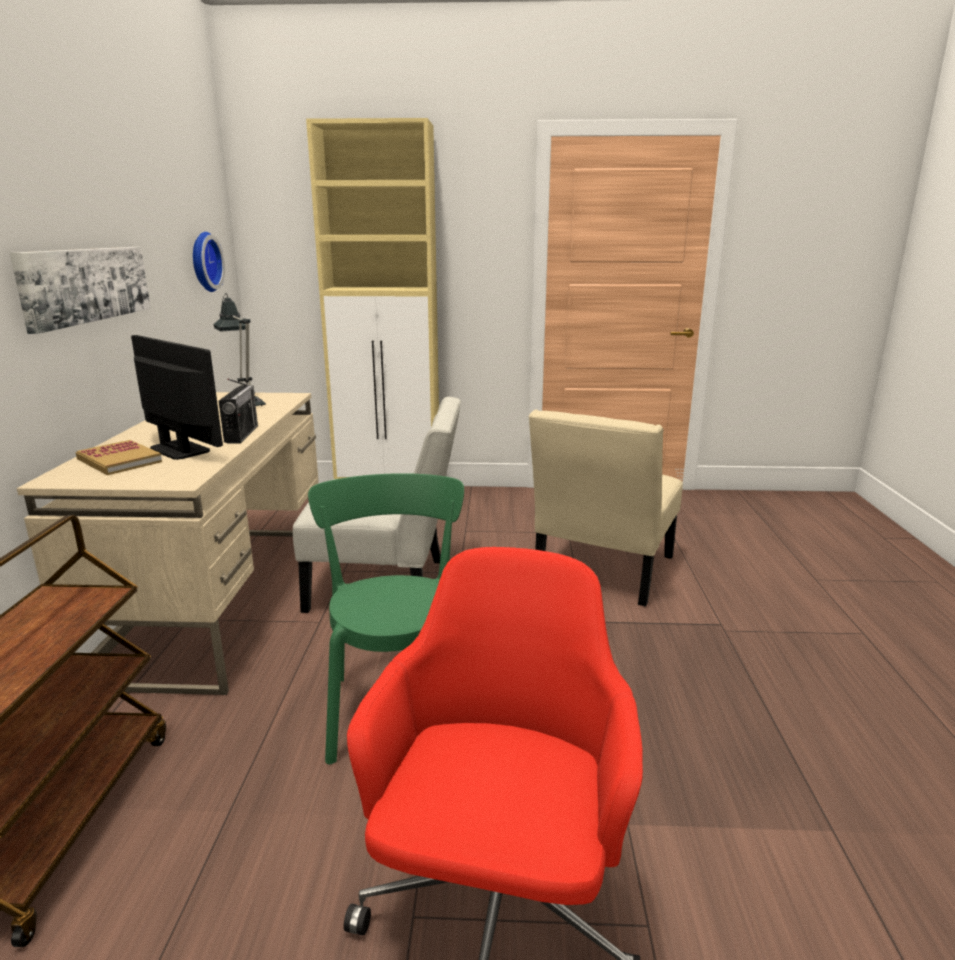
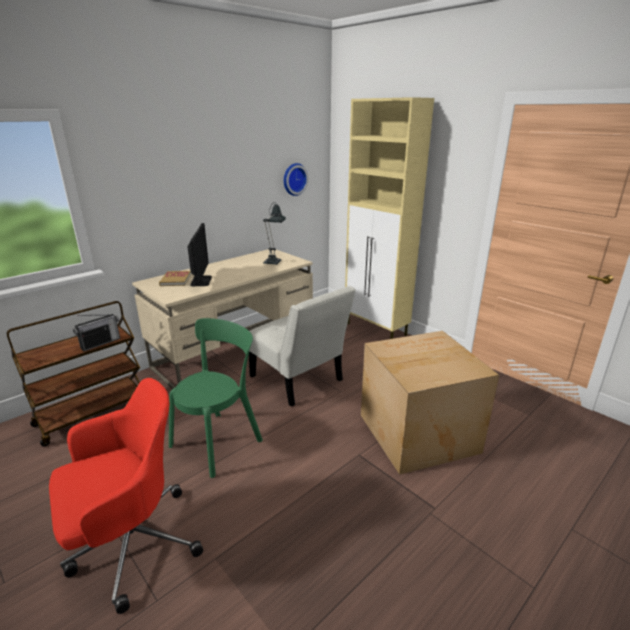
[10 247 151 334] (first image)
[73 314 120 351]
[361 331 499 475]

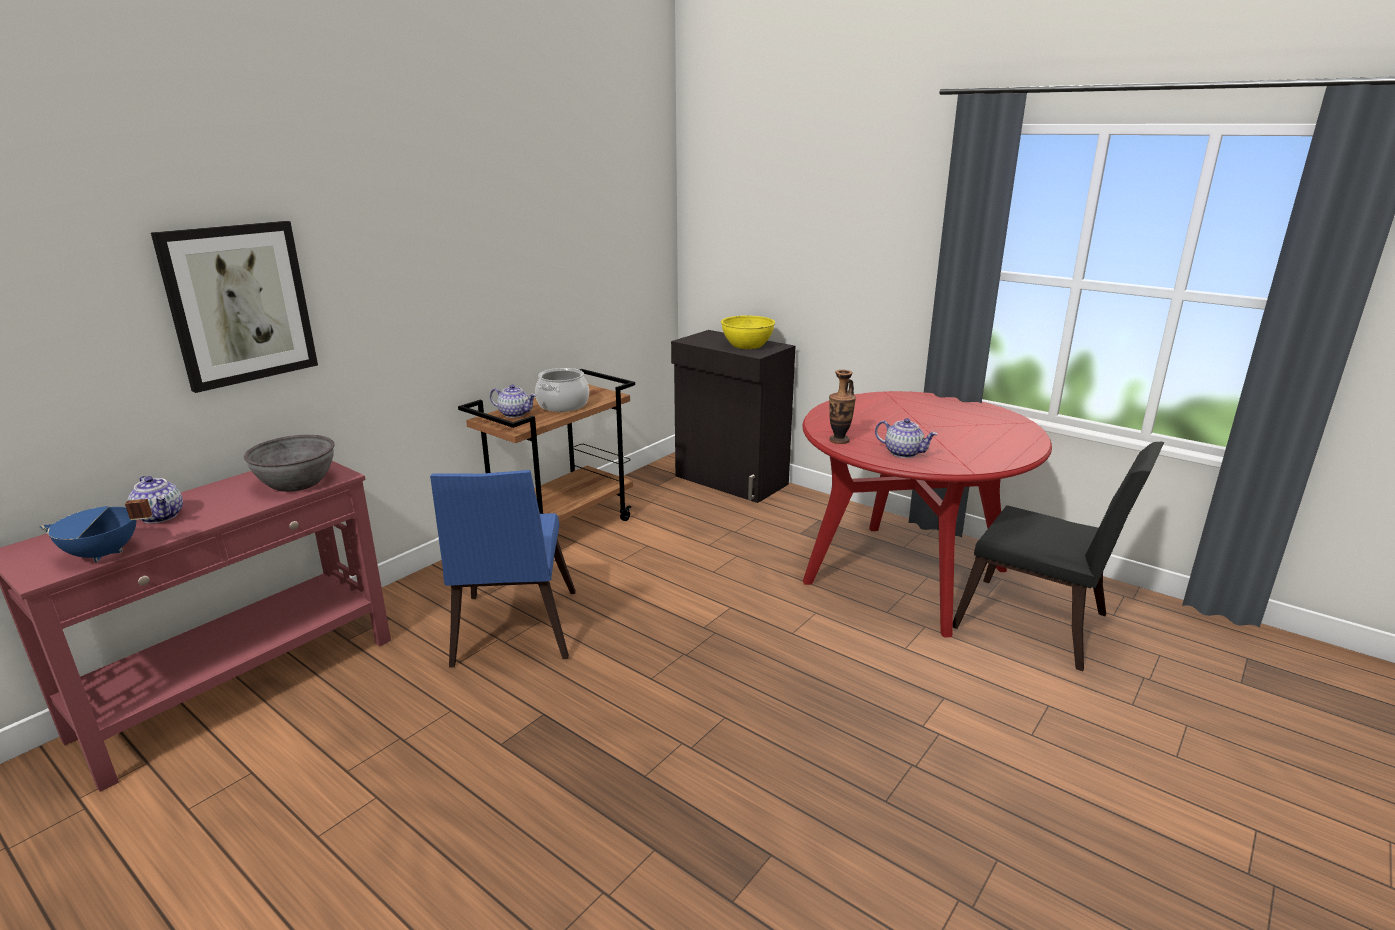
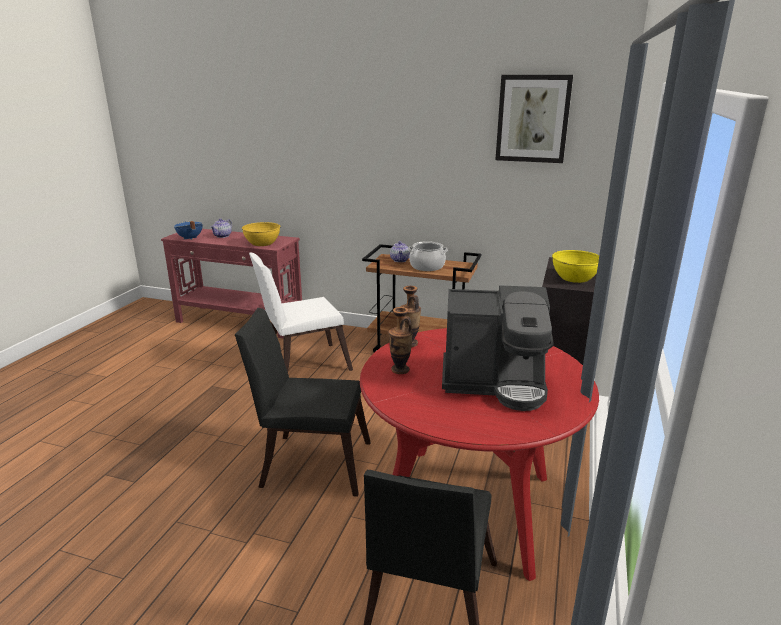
[495 75 573 163]
[388 307 413 374]
[242 222 281 246]
[249 253 353 372]
[442 286 554 411]
[235 308 371 497]

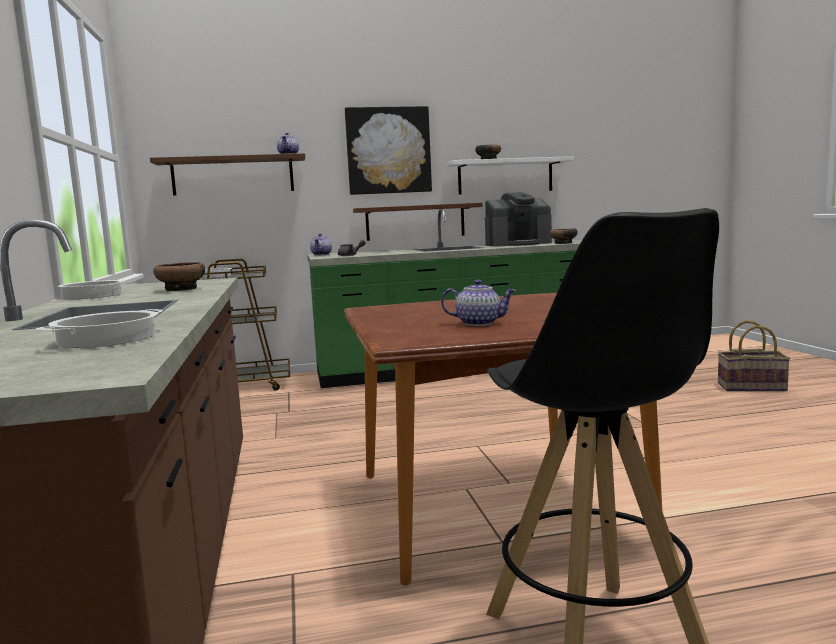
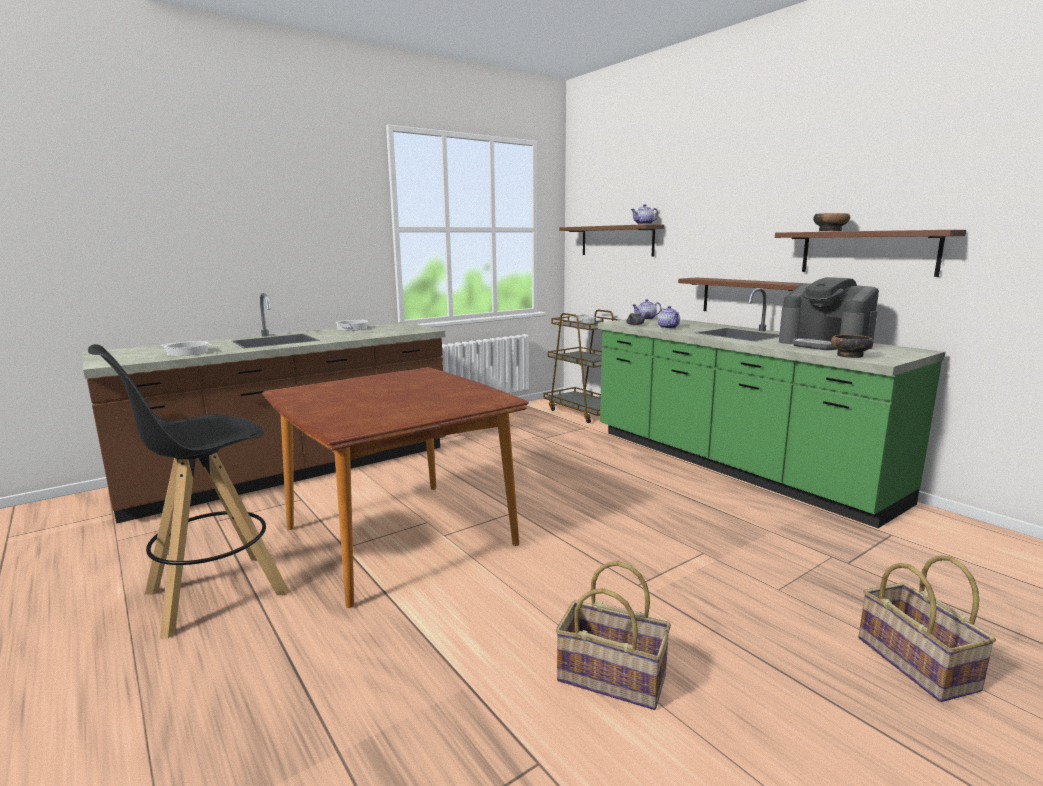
[345 106 432 195] (first image)
[775 230 966 277]
[153 262 205 291] (first image)
[657 306 680 329]
[555 561 671 710]

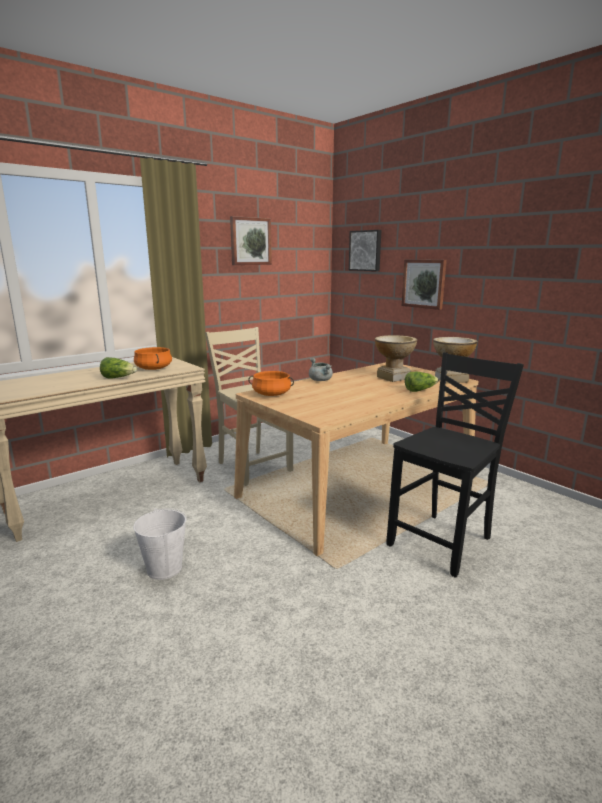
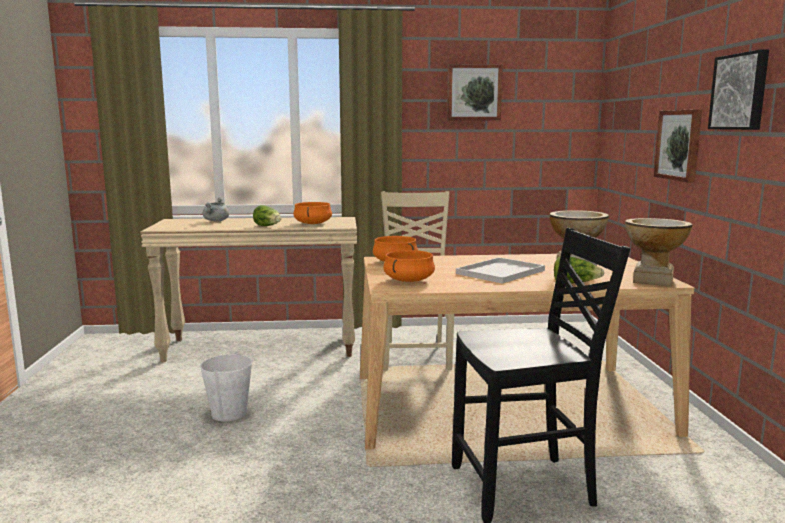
[708 49 769 130]
[203 198 229 222]
[384 250 435 282]
[456 257 545 284]

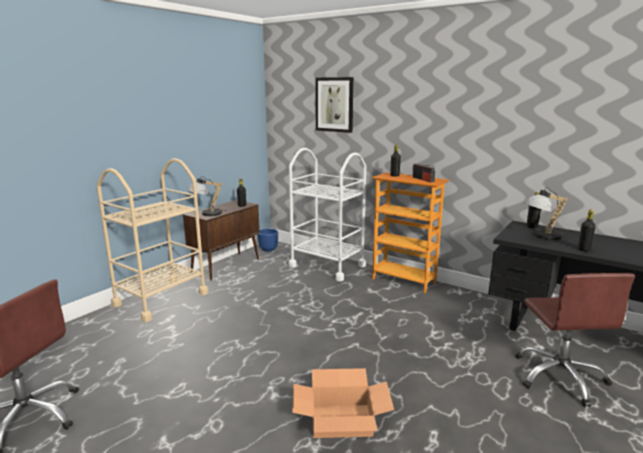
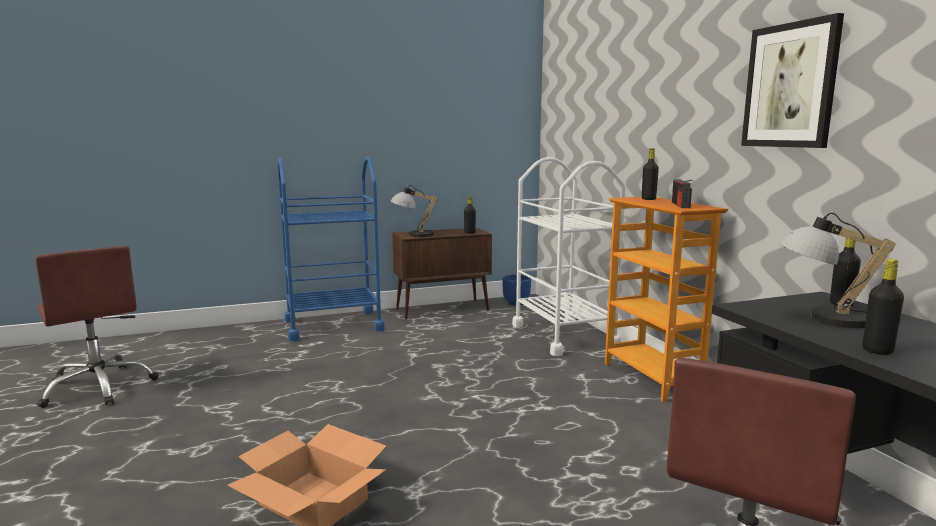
[741 13 844 148]
[278 157 385 341]

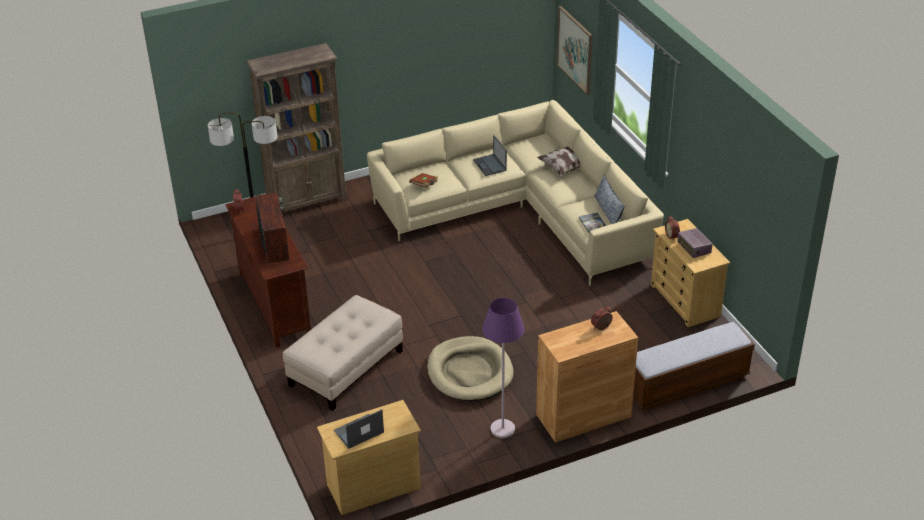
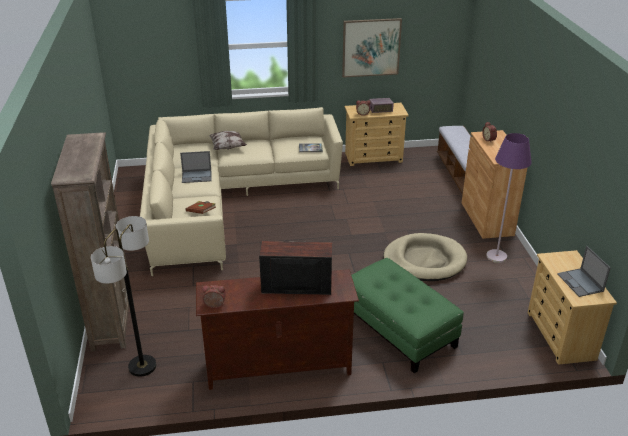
[342 18 402 78]
[594 175 625 224] (first image)
[351 258 464 373]

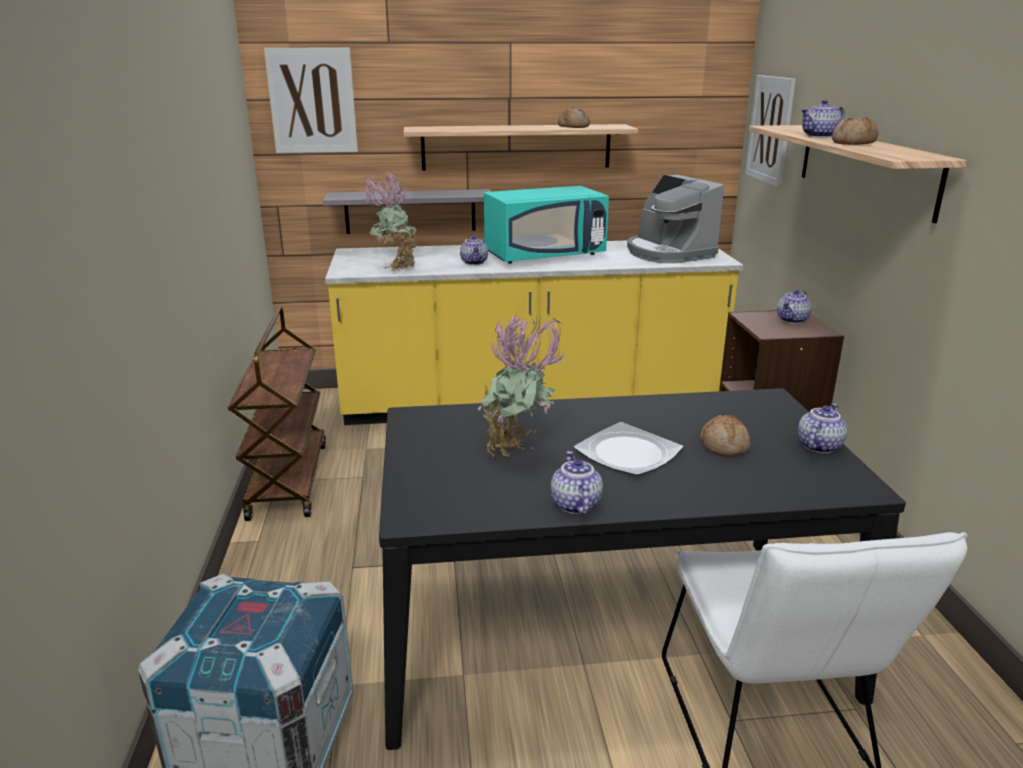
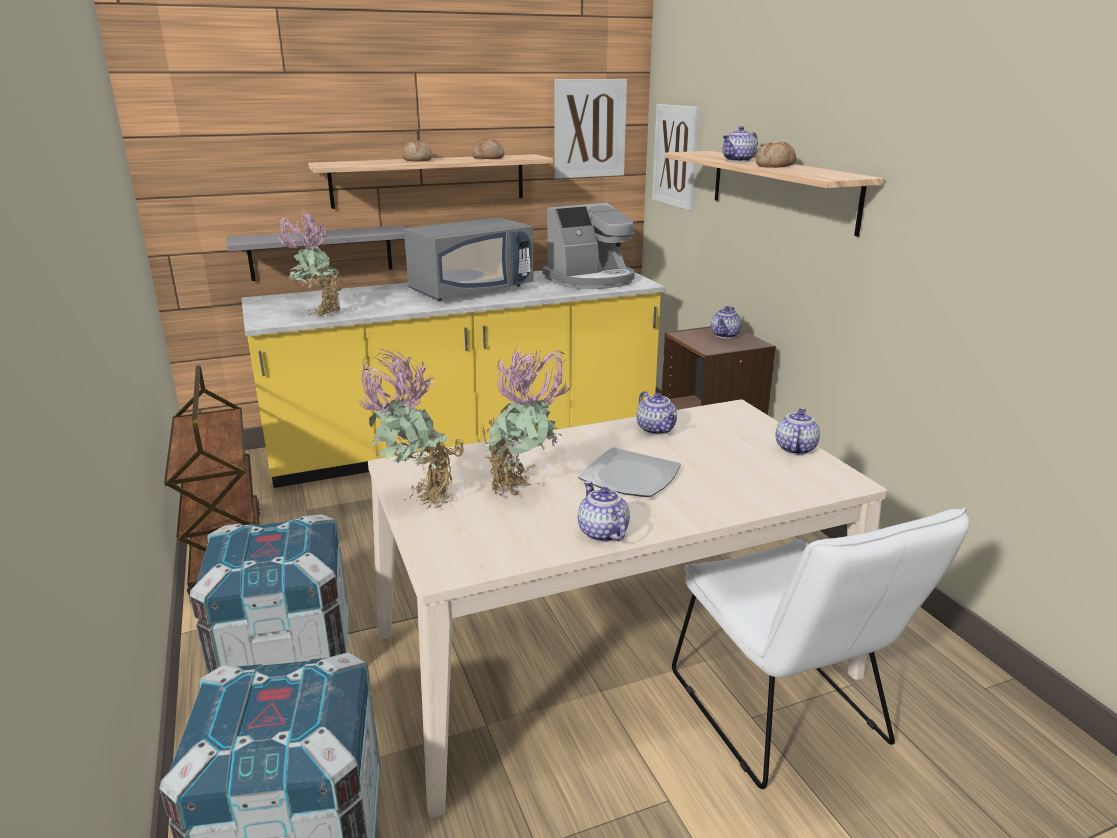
[554 79 627 179]
[543 203 635 289]
[404 218 534 301]
[636 391 677 435]
[368 399 887 817]
[403 140 433 162]
[355 349 466 509]
[190 514 349 674]

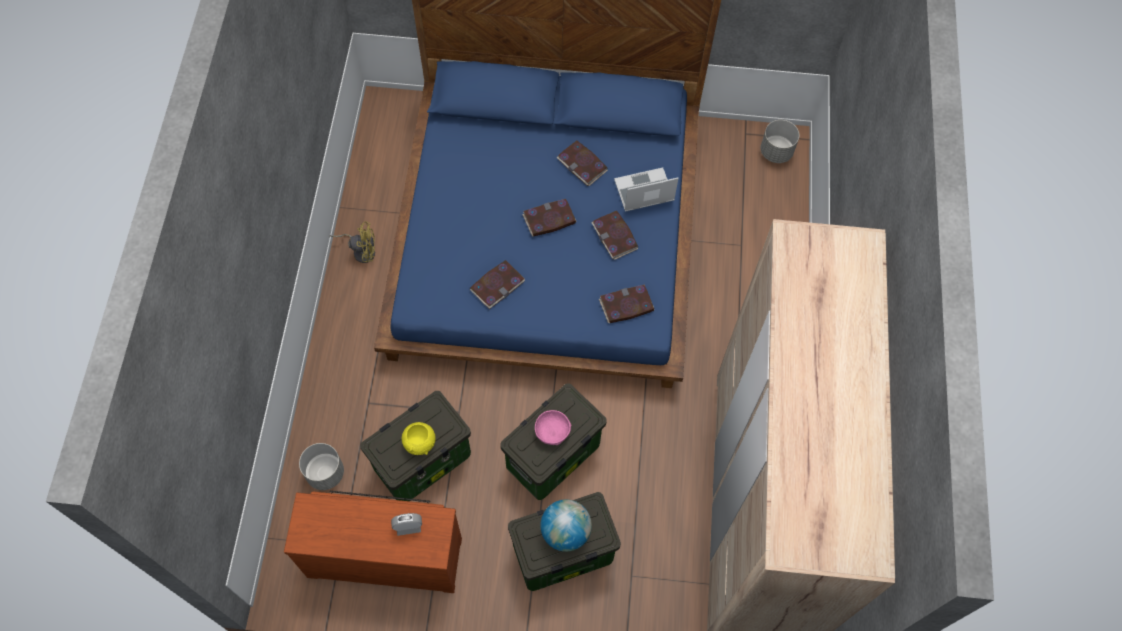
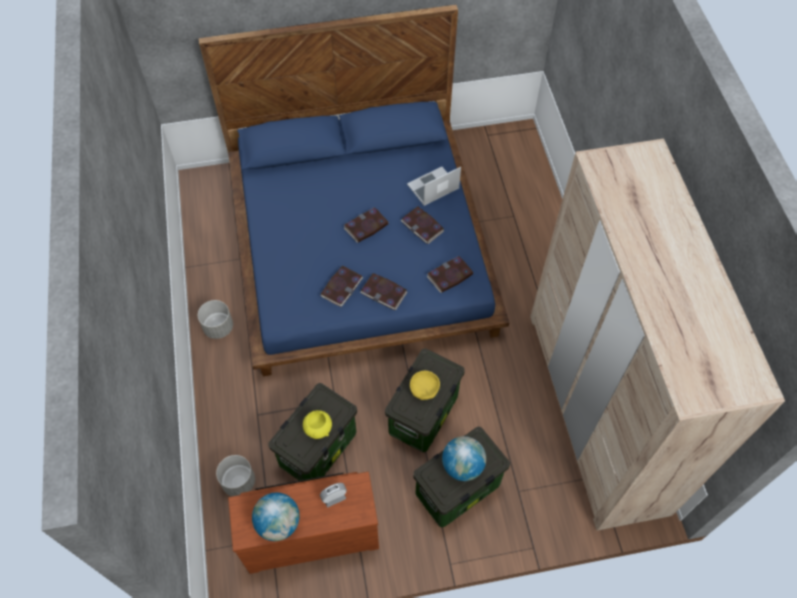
[198 300 233 339]
[360 273 407 310]
[330 222 375 263] (first image)
[410 371 440 400]
[252 493 300 541]

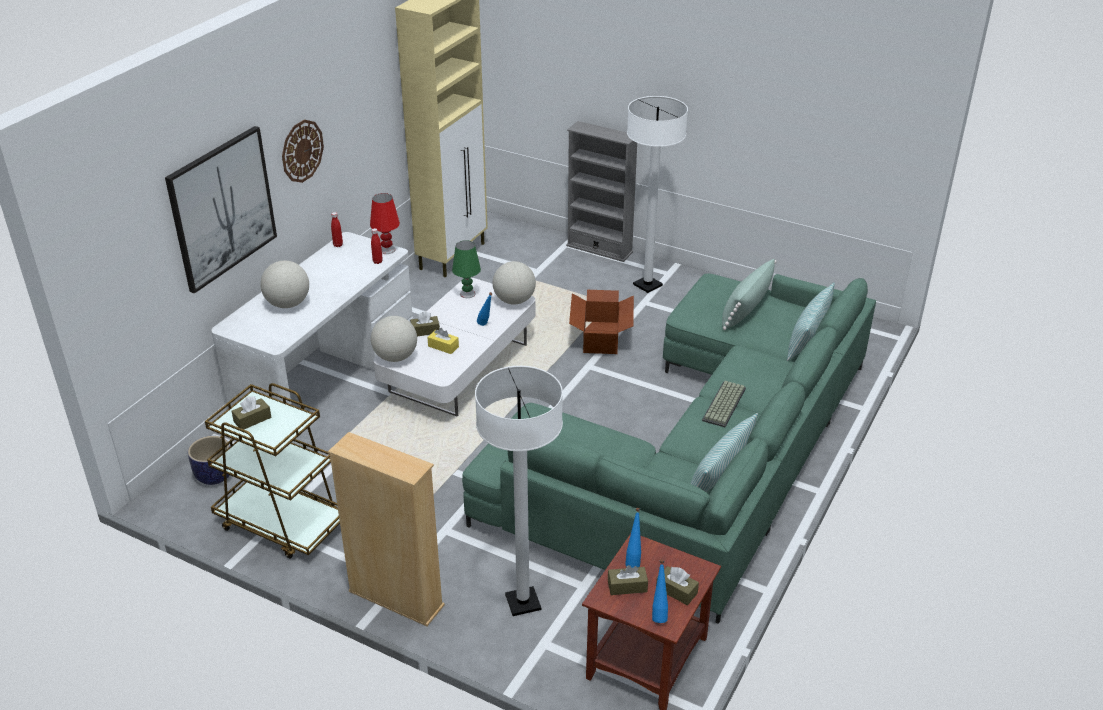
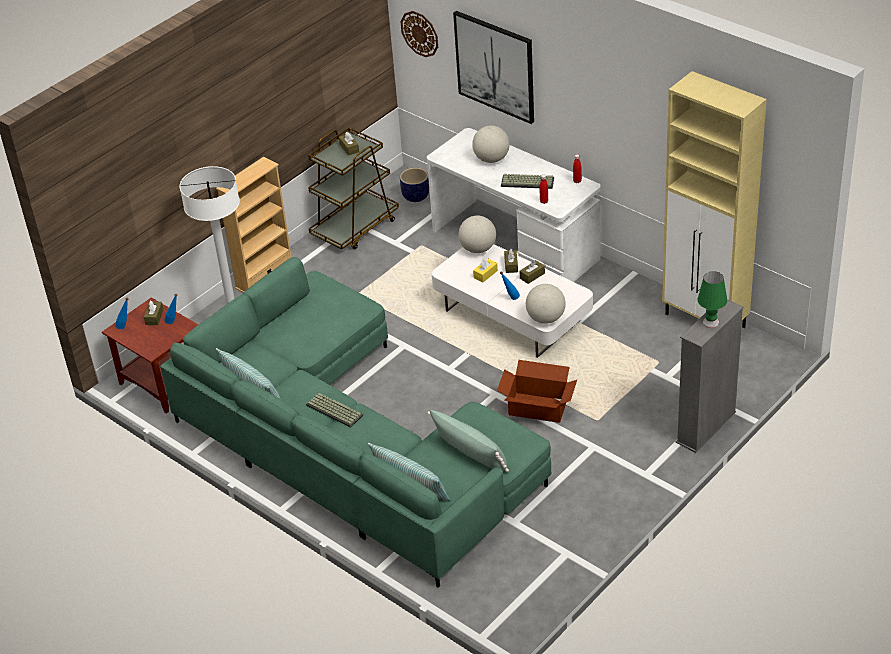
[627 96 688 293] (first image)
[400 11 438 57]
[370 193 400 254] (first image)
[698 271 727 328]
[520 260 545 284]
[501 174 554 189]

